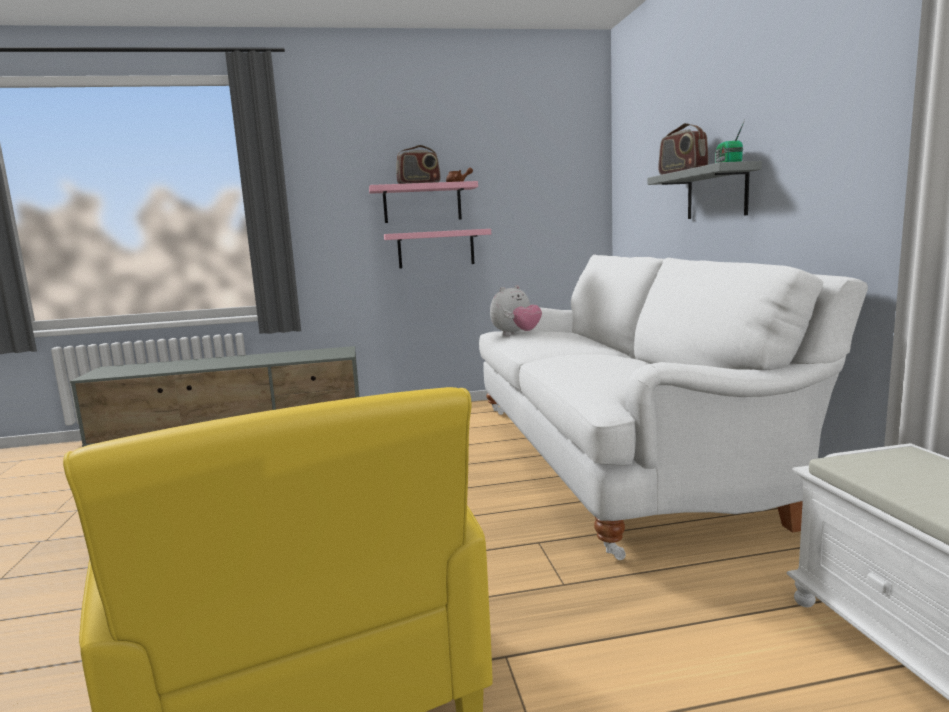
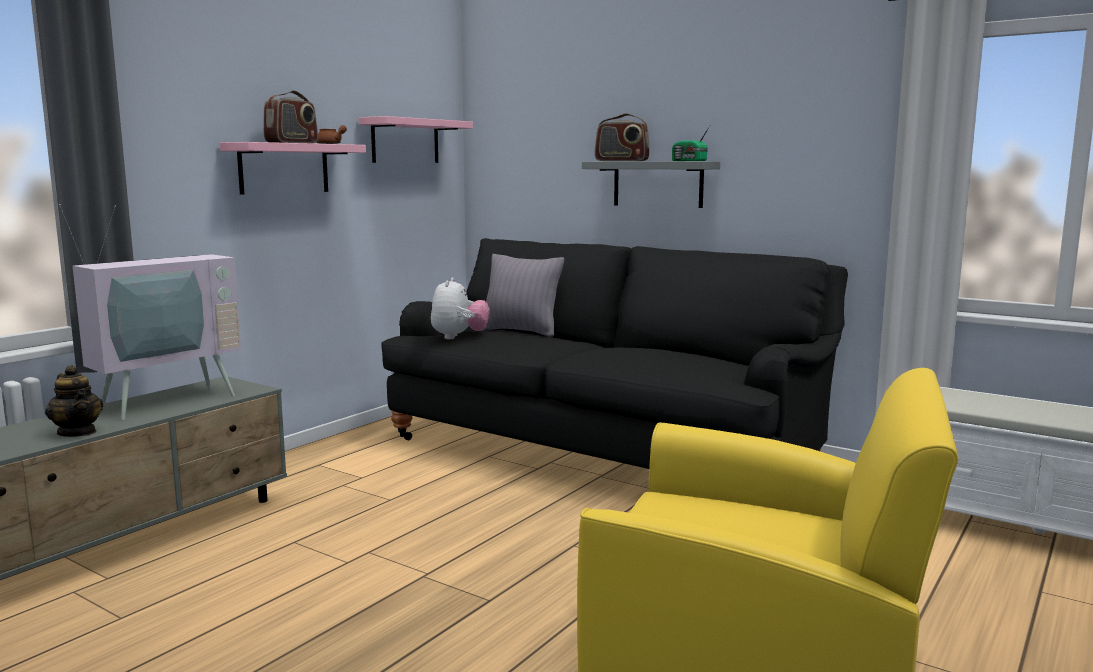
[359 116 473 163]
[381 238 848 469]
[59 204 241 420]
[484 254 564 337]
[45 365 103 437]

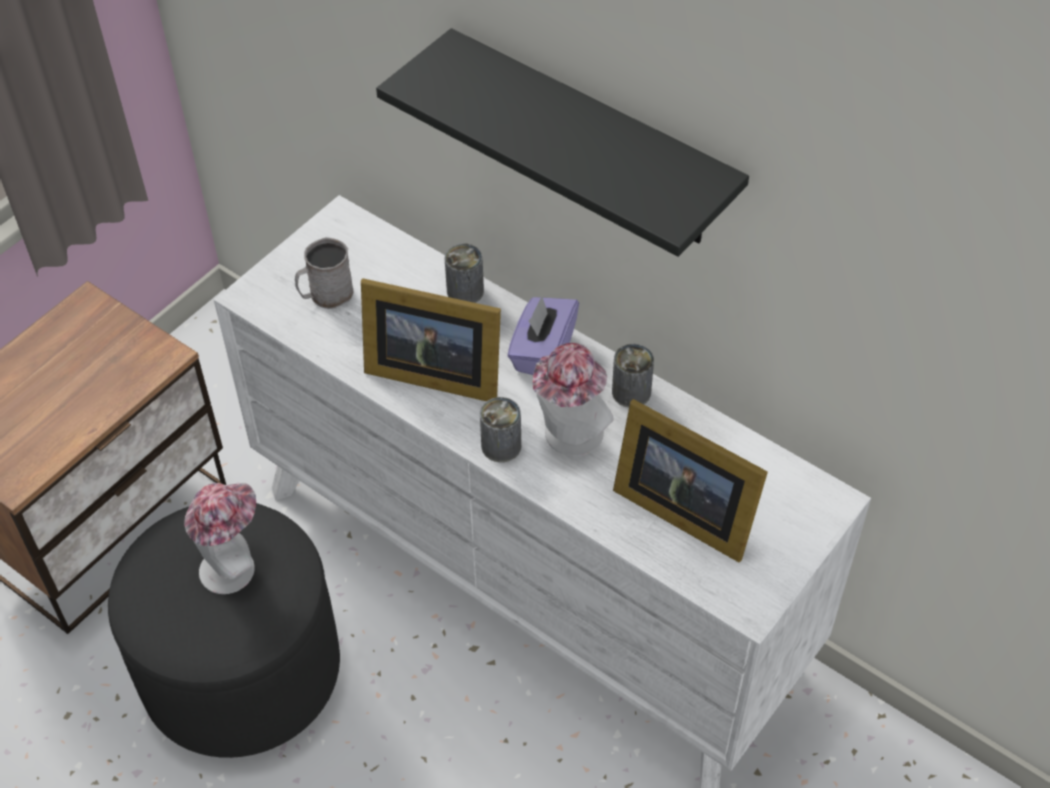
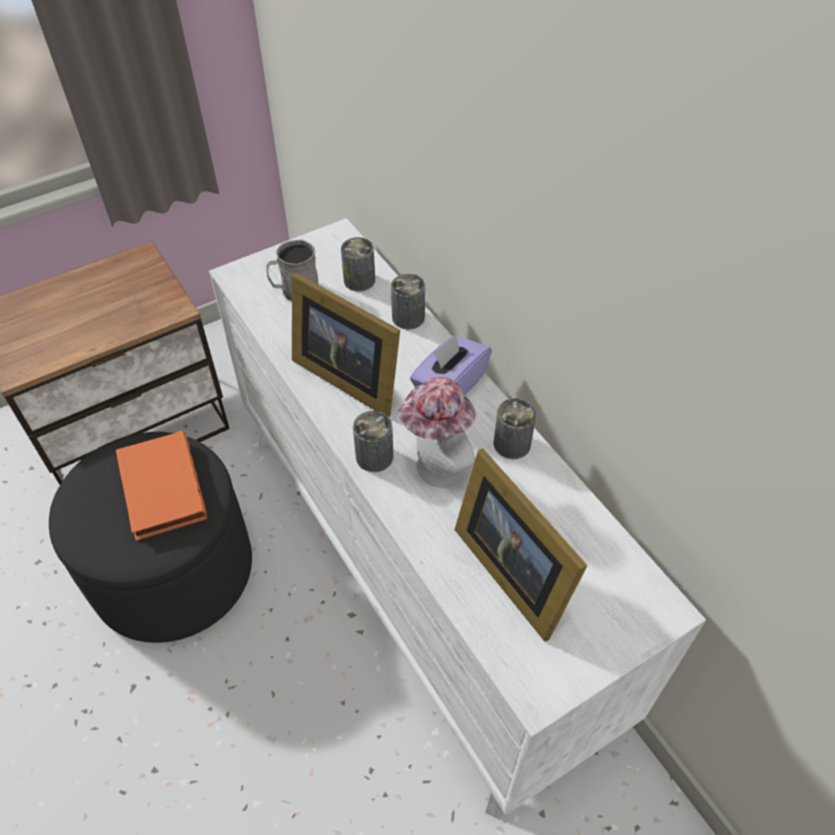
[376 28 749 257] (first image)
[116 431 207 541]
[341 237 375 292]

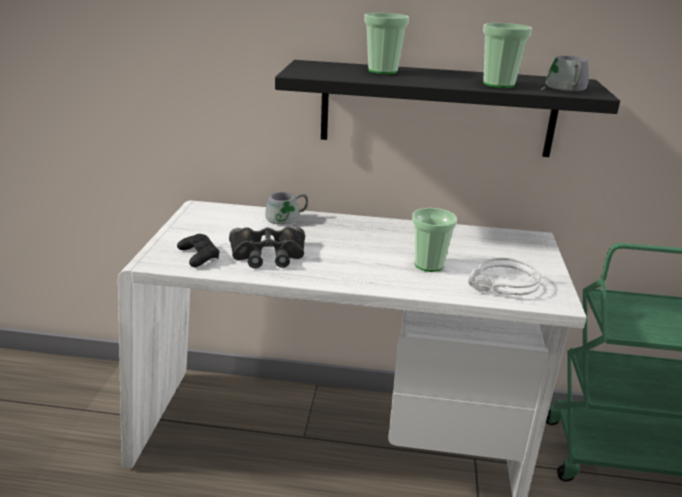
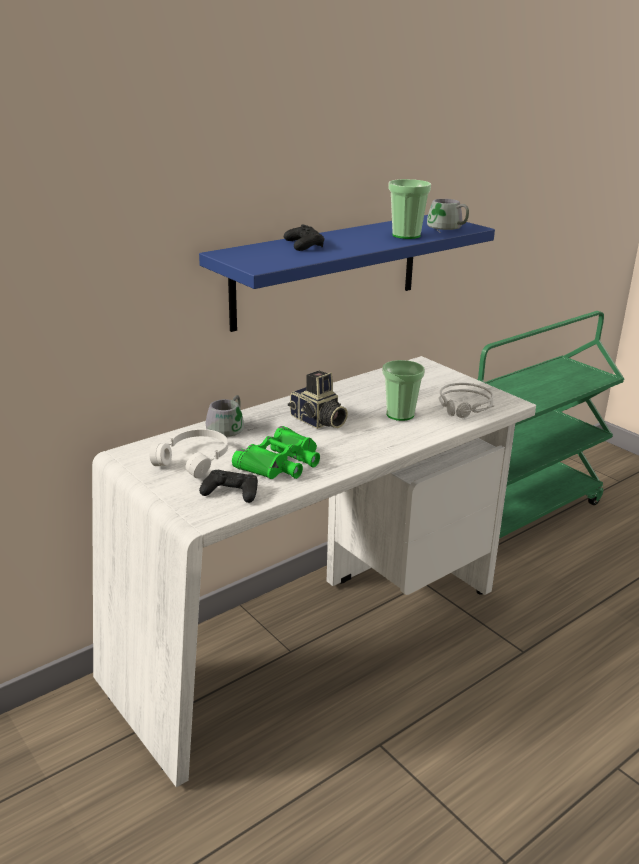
[284 225 325 251]
[199 215 495 332]
[232 426 320 479]
[288 371 348 429]
[149 429 228 478]

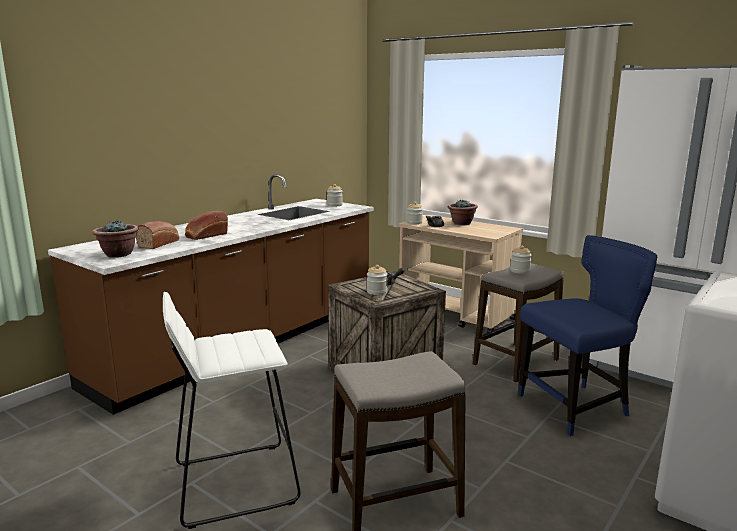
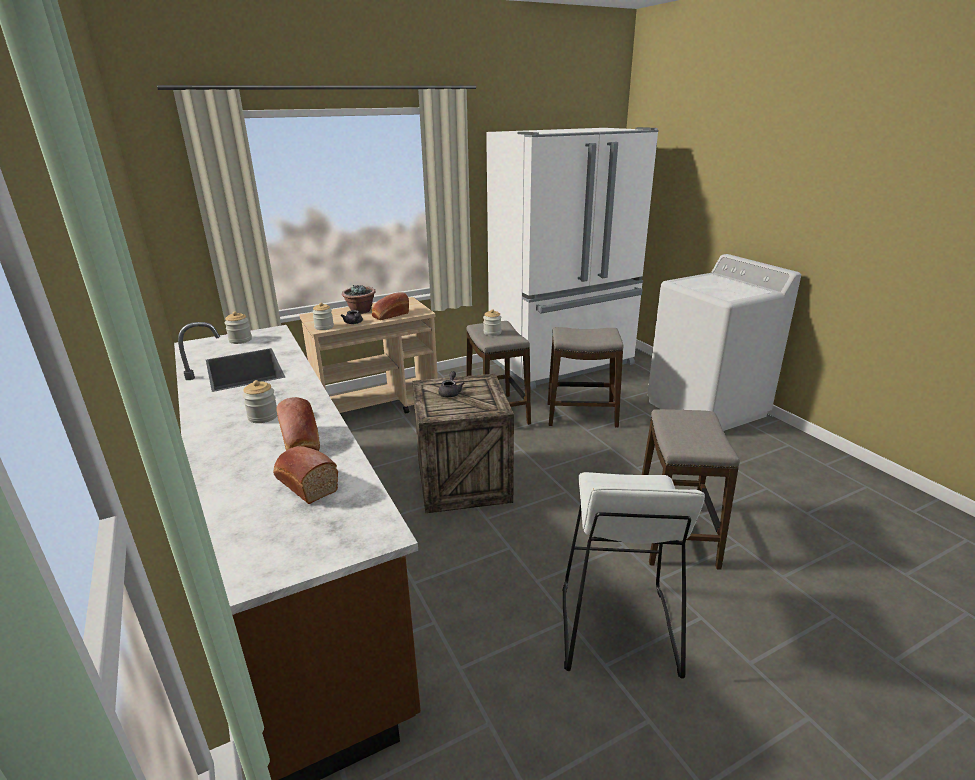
[92 219 139 258] (first image)
[547 327 624 428]
[242 380 277 423]
[372 292 409 320]

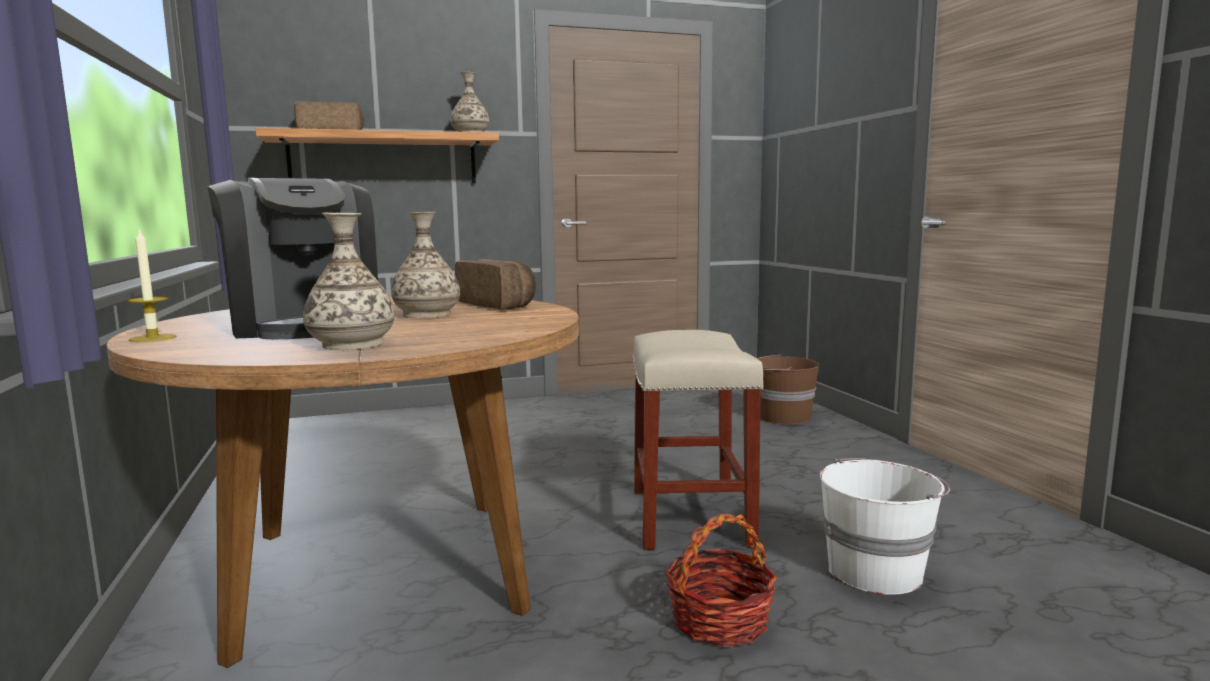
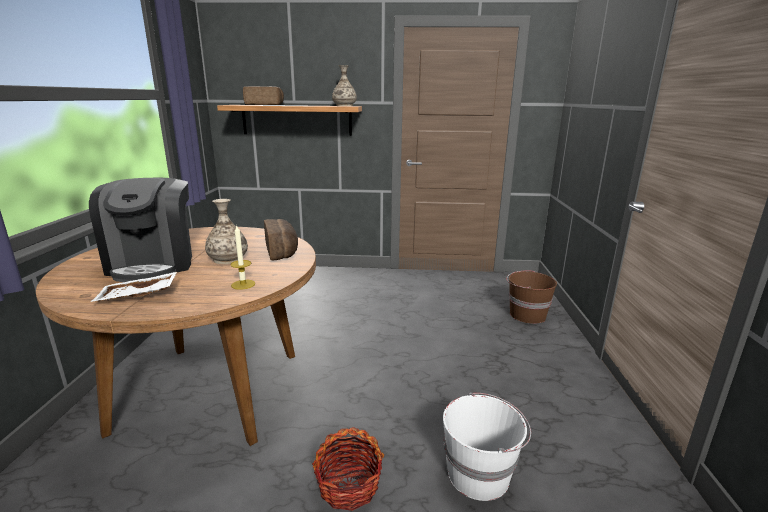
[91 272 177 302]
[230 226 255 290]
[632 330 764 550] (first image)

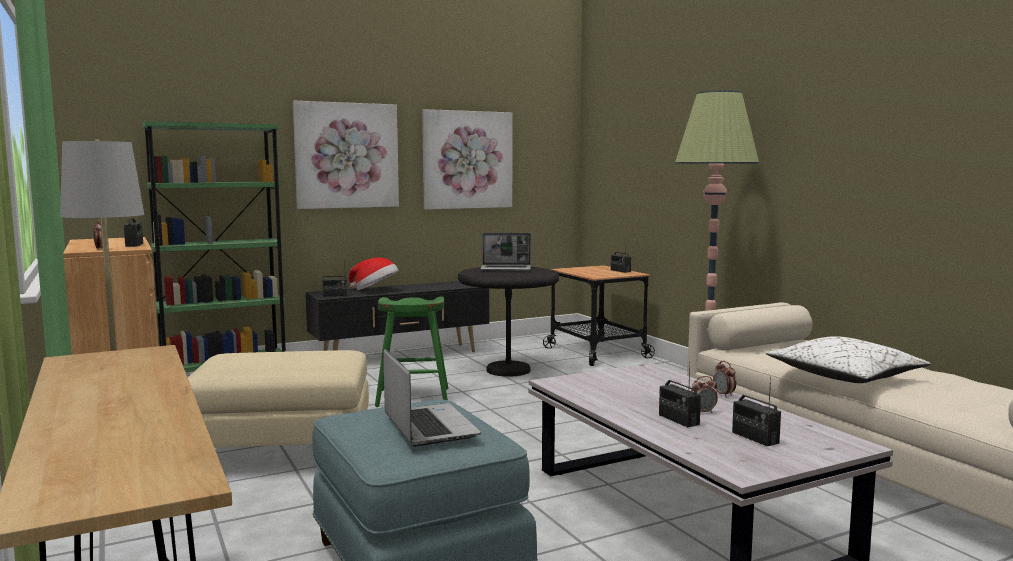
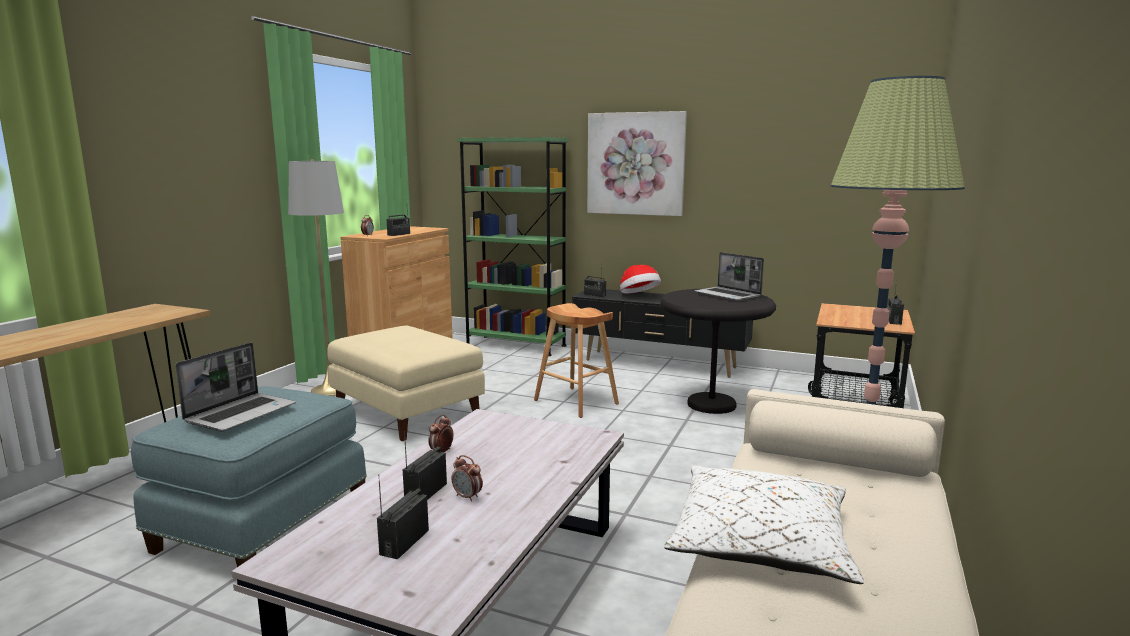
[422 109 512 210] (first image)
[534 303 619 418]
[428 415 453 452]

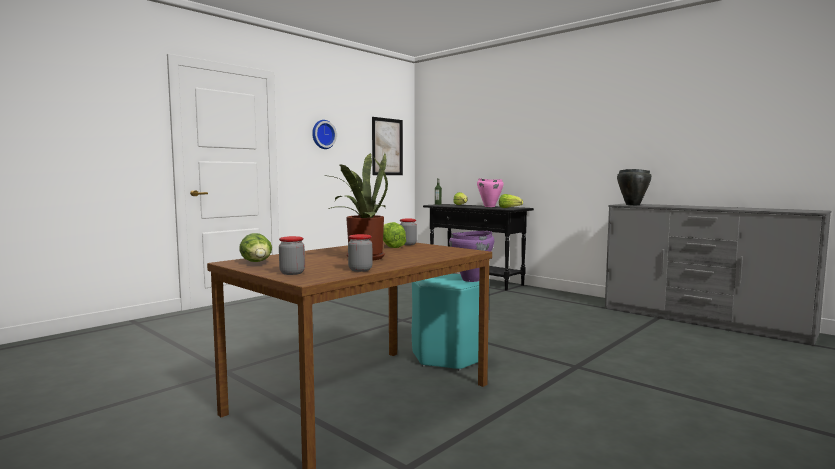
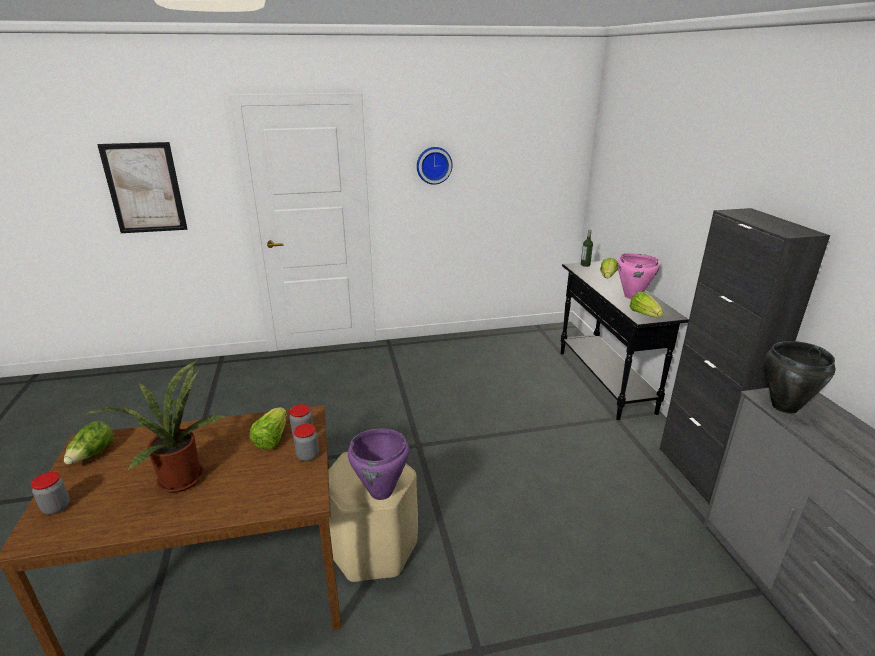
[97 142 187 233]
[294 424 319 461]
[328 452 418 583]
[659 208 830 504]

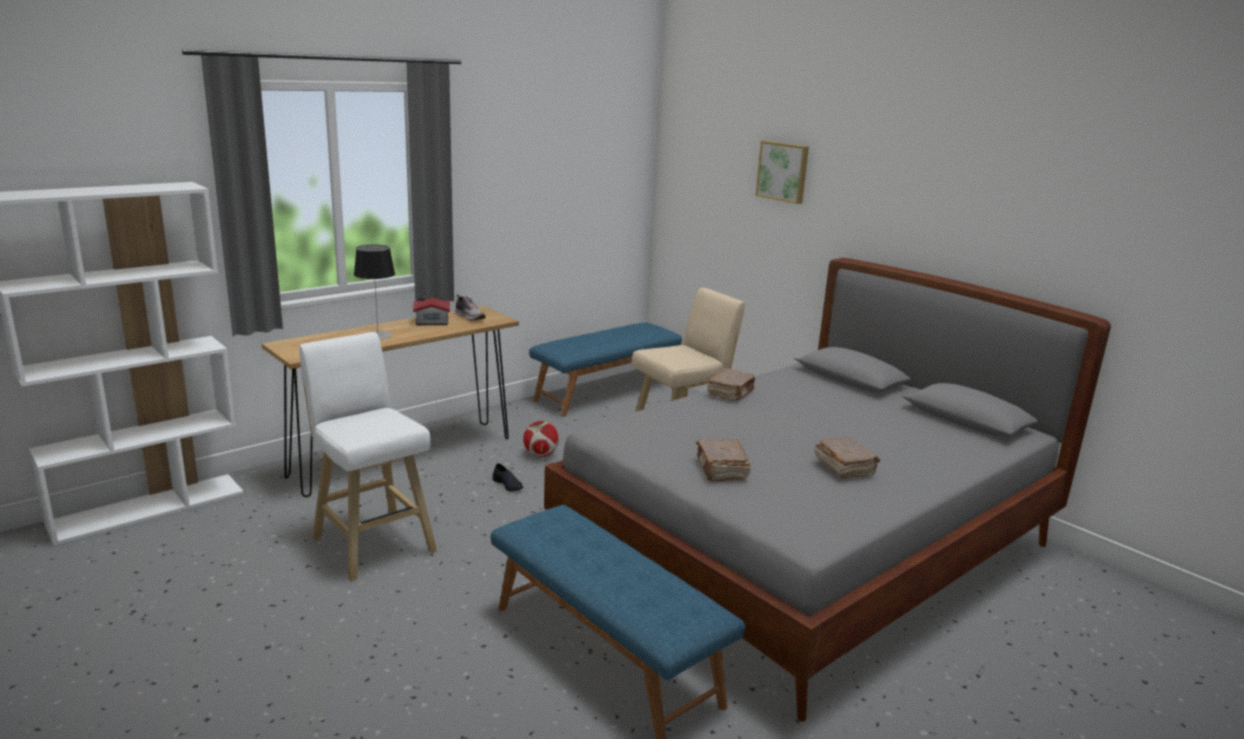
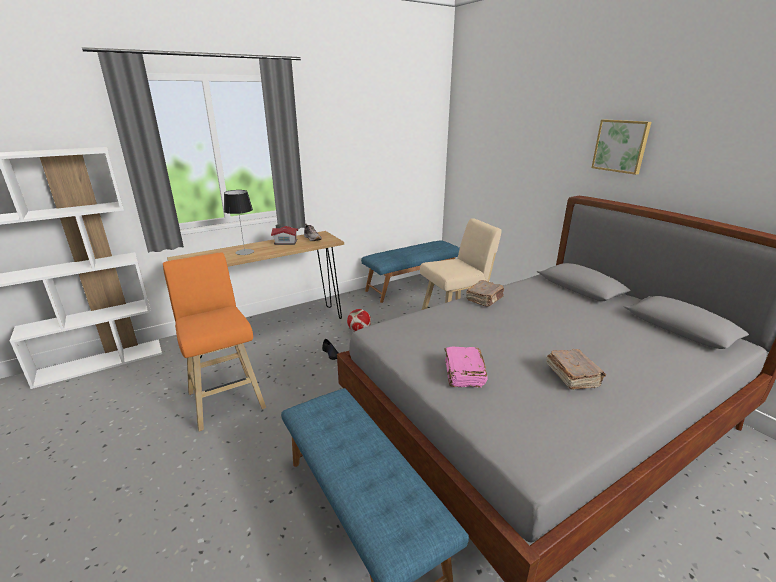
[592 119 651 175]
[163 252 266 431]
[444 347 488 388]

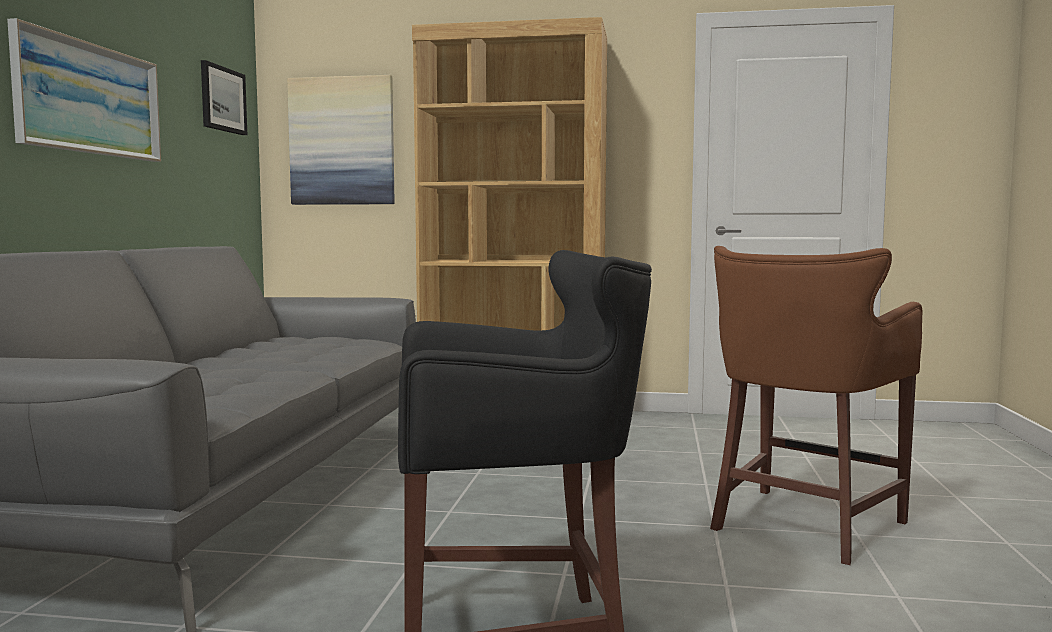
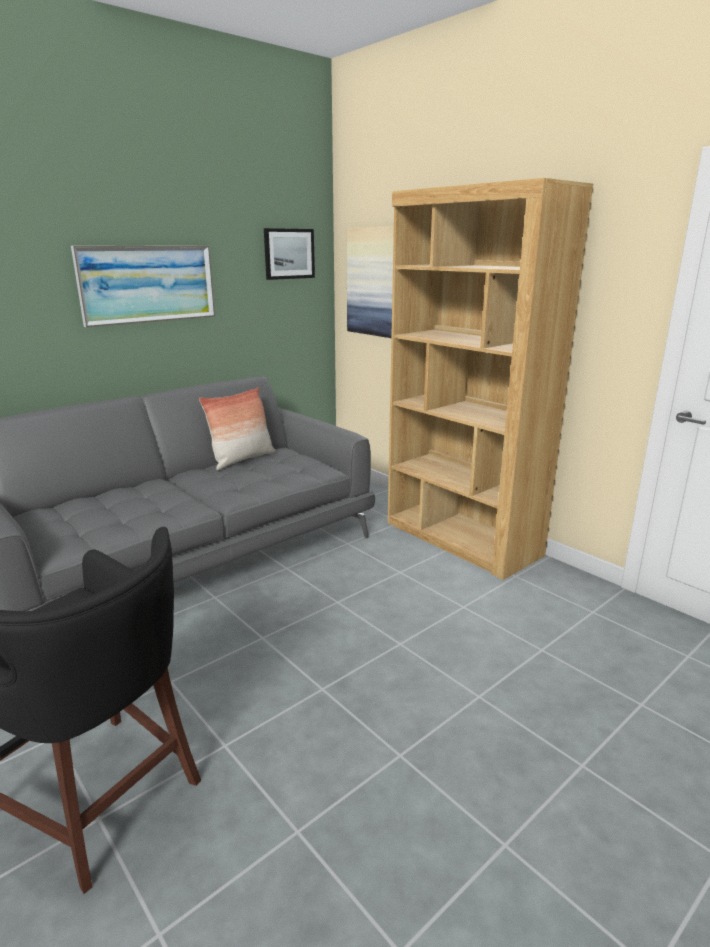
[710 246 922 565] (first image)
[199 387 276 470]

